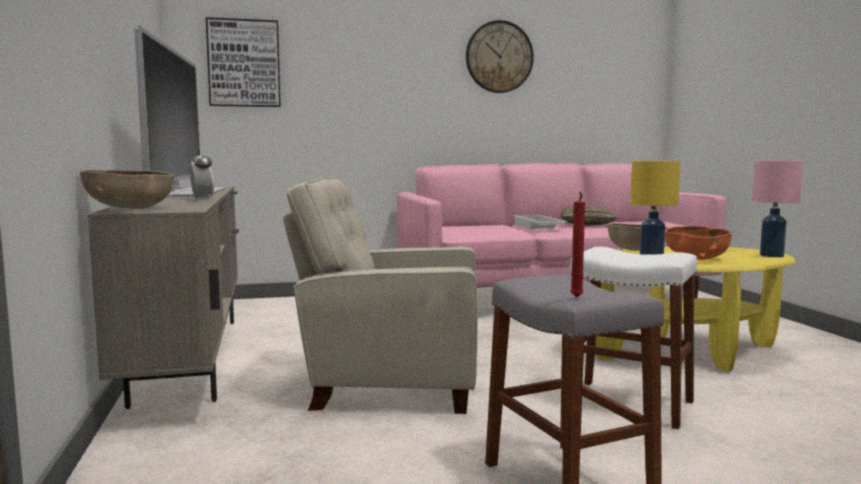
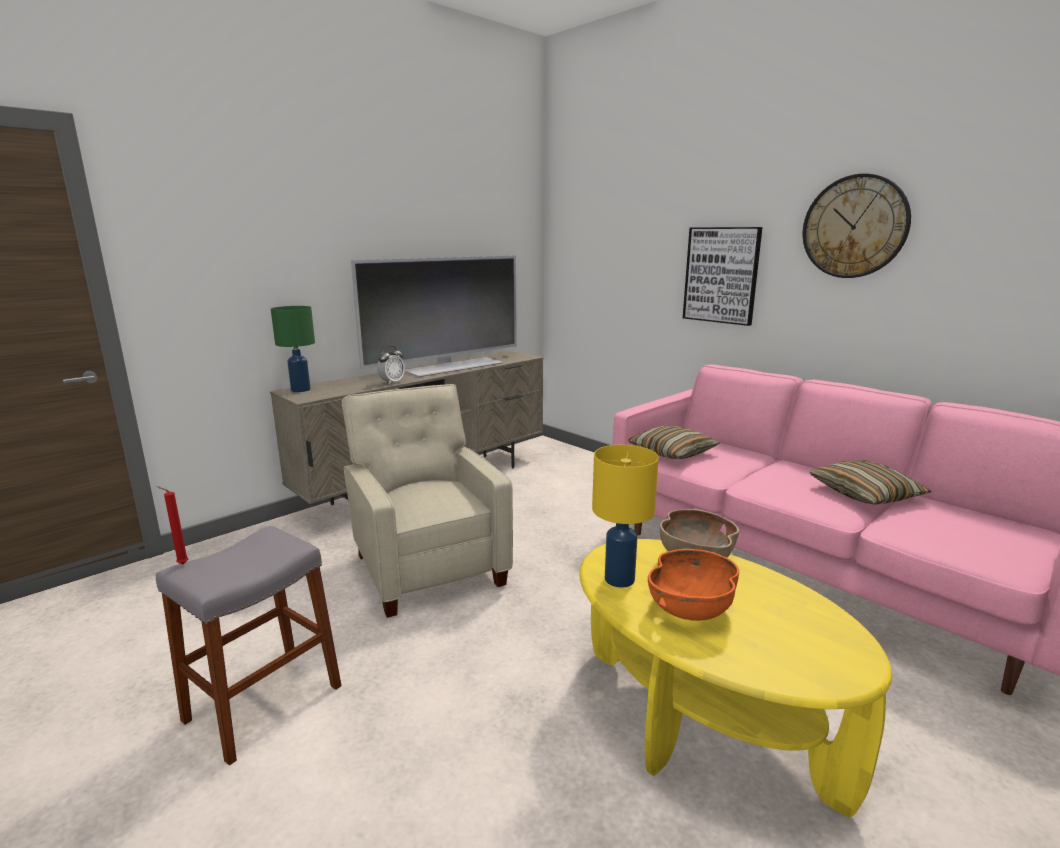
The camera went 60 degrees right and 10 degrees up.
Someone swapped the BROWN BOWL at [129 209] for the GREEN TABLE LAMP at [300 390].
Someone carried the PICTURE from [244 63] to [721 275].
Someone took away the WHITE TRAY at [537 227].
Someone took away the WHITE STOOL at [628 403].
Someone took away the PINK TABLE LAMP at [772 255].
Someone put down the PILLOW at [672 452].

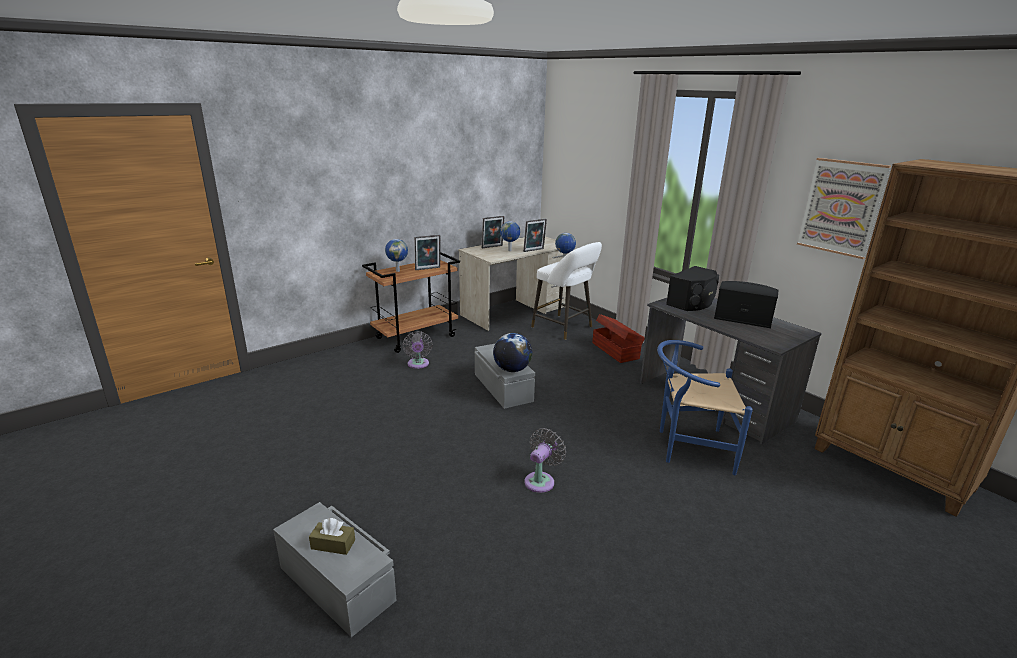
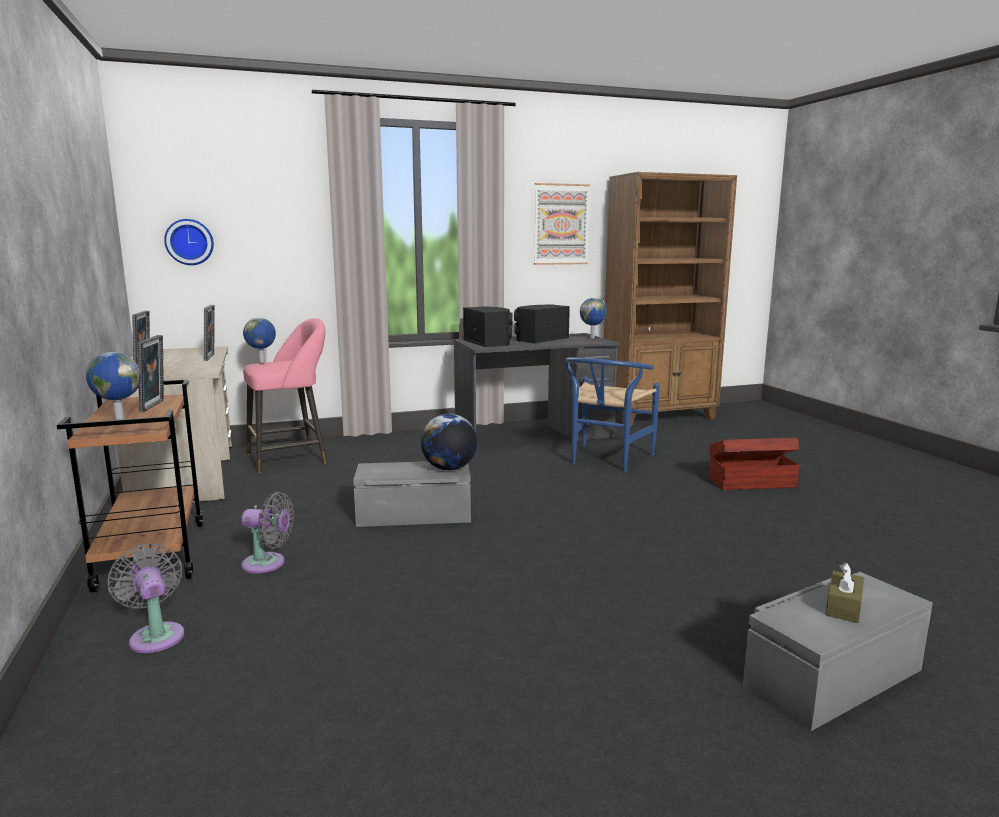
The camera went 70 degrees left and 10 degrees down.
Someone carried the GLOBE from [510 250] to [592 338].
Someone carried the GREY FAN from [541 480] to [156 635].
Someone repainted the WHITE STOOL at [564 328], which became the PINK STOOL at [291 458].
Someone carried the BROWN STORAGE BOX from [615 350] to [750 482].
Someone put up the WALL CLOCK at [189 242].

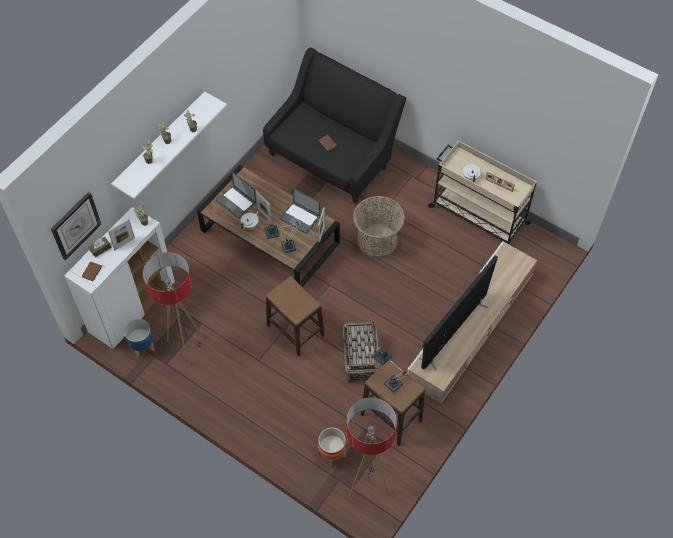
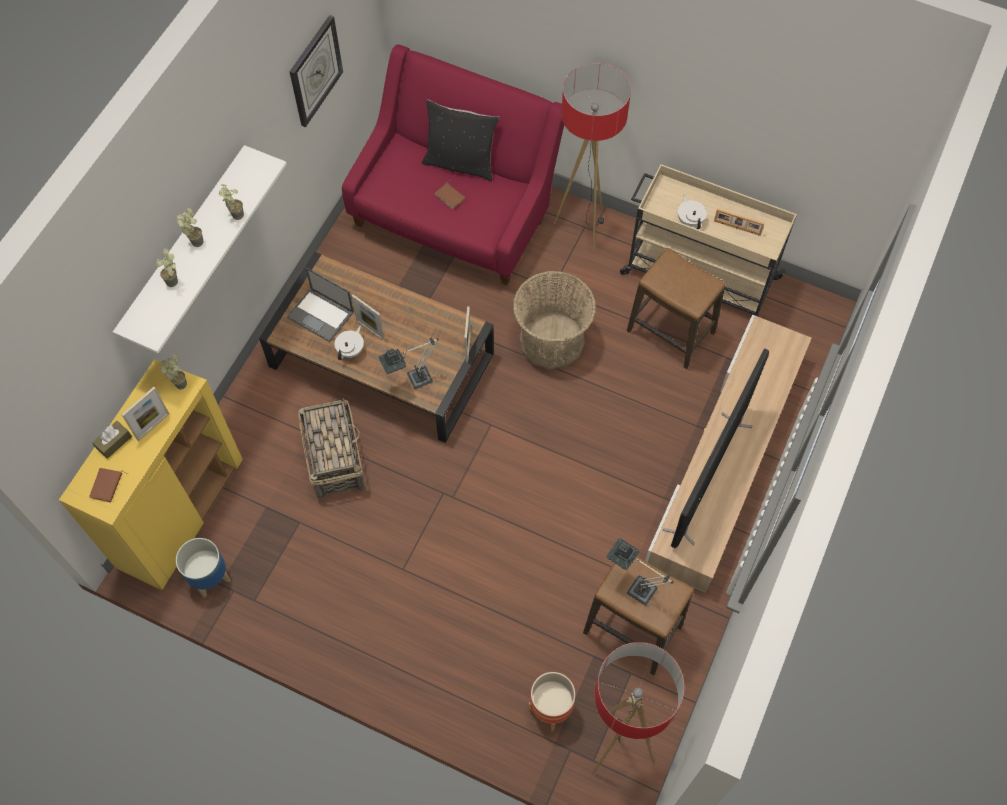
The camera went 10 degrees left and 5 degrees up.
Someone carried the WALL CLOCK from [75 225] to [315 71].
Someone repainted the WHITE CABINET at [132 307], which became the YELLOW CABINET at [180 513].
Someone carried the FLOOR LAMP from [186 347] to [583 228].
Someone repainted the BLACK SOFA at [332 156], which became the RED SOFA at [454 213].
Someone carried the STOOL from [295 330] to [670 332].
Someone took away the LAPTOP at [300 217].
Someone carried the BASKET from [360 359] to [335 459].
Someone put down the BLACK PILLOW at [460 162].

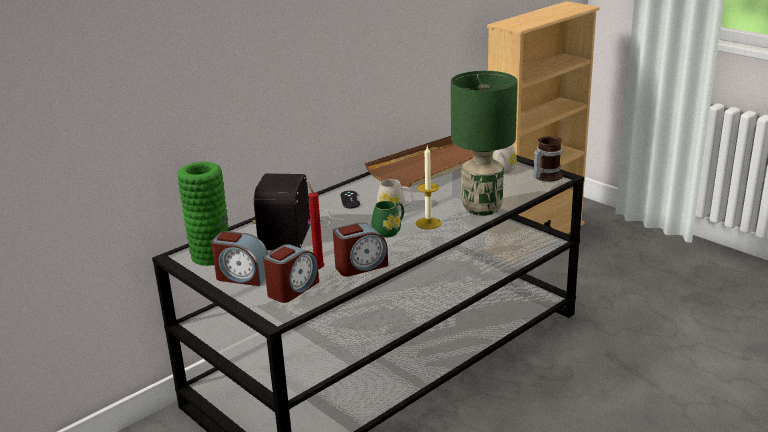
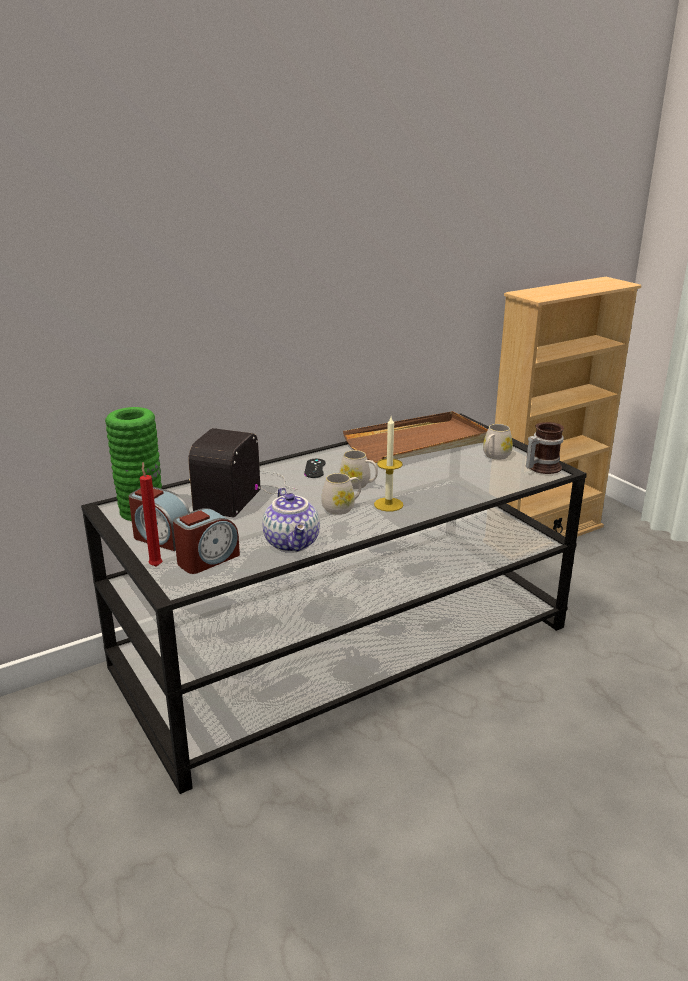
The camera went 10 degrees right and 0 degrees up.
Someone carried the RED CANDLE from [318 268] to [156 565].
Someone swapped the ALARM CLOCK at [361 266] for the TEAPOT at [293 543].
Someone repainted the GREEN MUG at [389 231], which became the WHITE MUG at [342 508].
Someone took away the GREEN TABLE LAMP at [482 208].

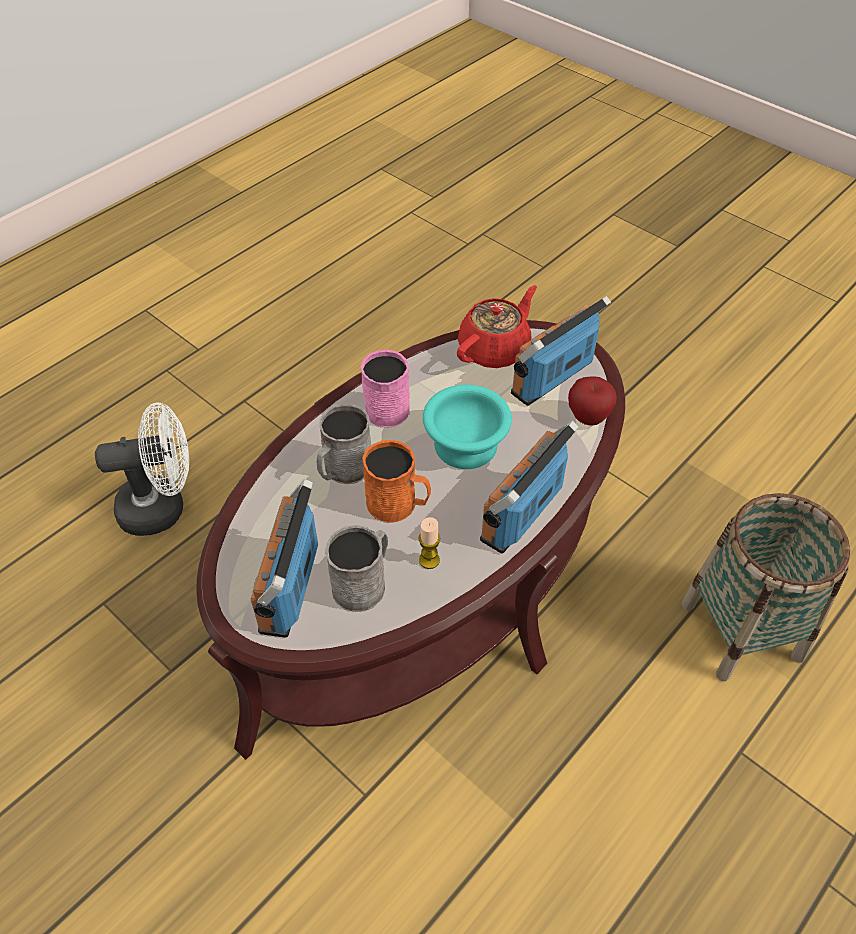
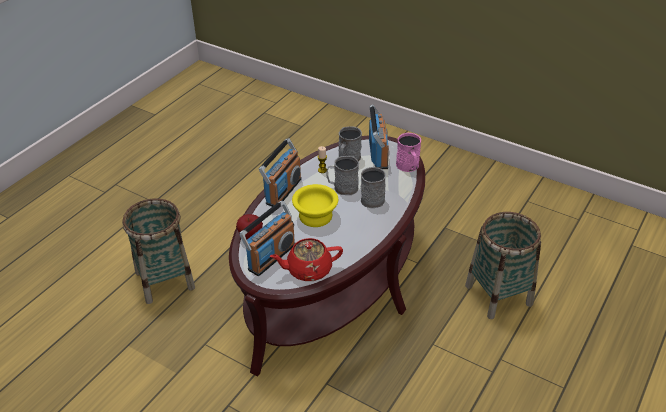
The camera went 170 degrees right and 10 degrees down.
Someone swapped the WHITE FAN at [163 507] for the BASKET at [498 295].
Someone carried the PINK MUG from [386 405] to [408 167].
Someone repainted the ORANGE MUG at [398 504], which became the GREY MUG at [342 188].
Someone repainted the TURQUOISE BOWL at [468 446], which became the YELLOW BOWL at [314 216].
Someone rotated the RED TEAPOT at [495 349] by 45 degrees clockwise.

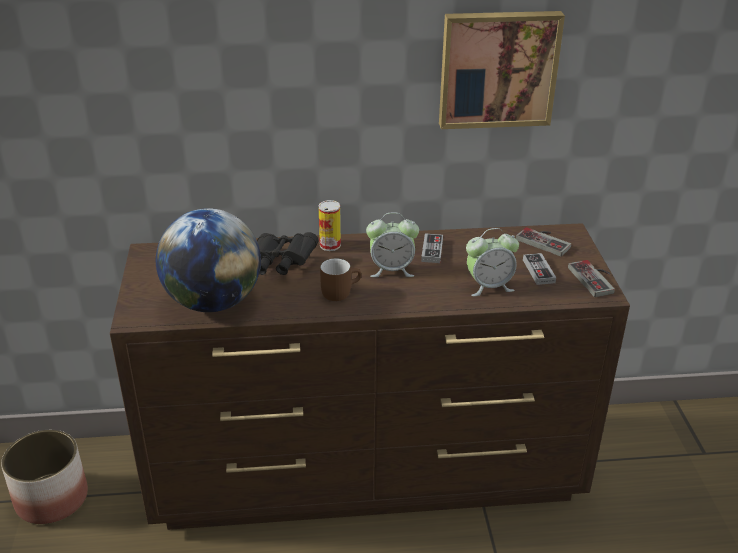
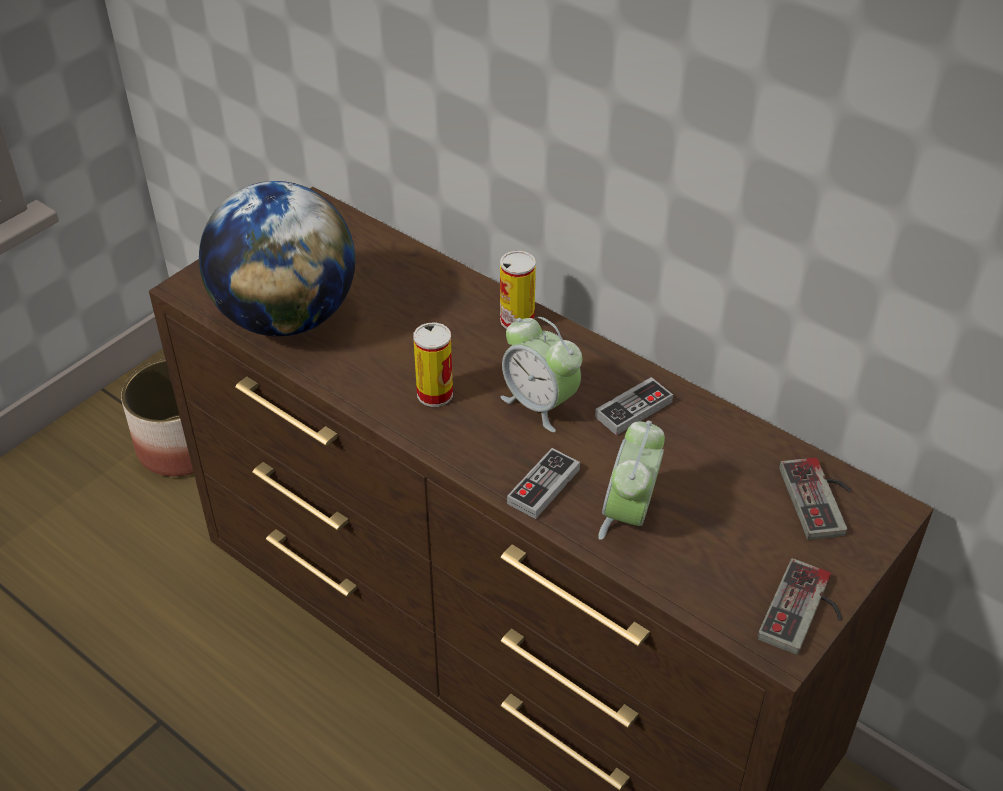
The camera went 45 degrees right and 10 degrees up.
Someone took away the BLACK BINOCULARS at [281 264].
Someone swapped the BROWN MUG at [339 291] for the CAN at [435 394].
Someone took away the PICTURE at [497 68].
Someone rotated the ALARM CLOCK at [489 286] by 75 degrees clockwise.
Someone carried the GAME CONTROLLER from [538 271] to [543 486].

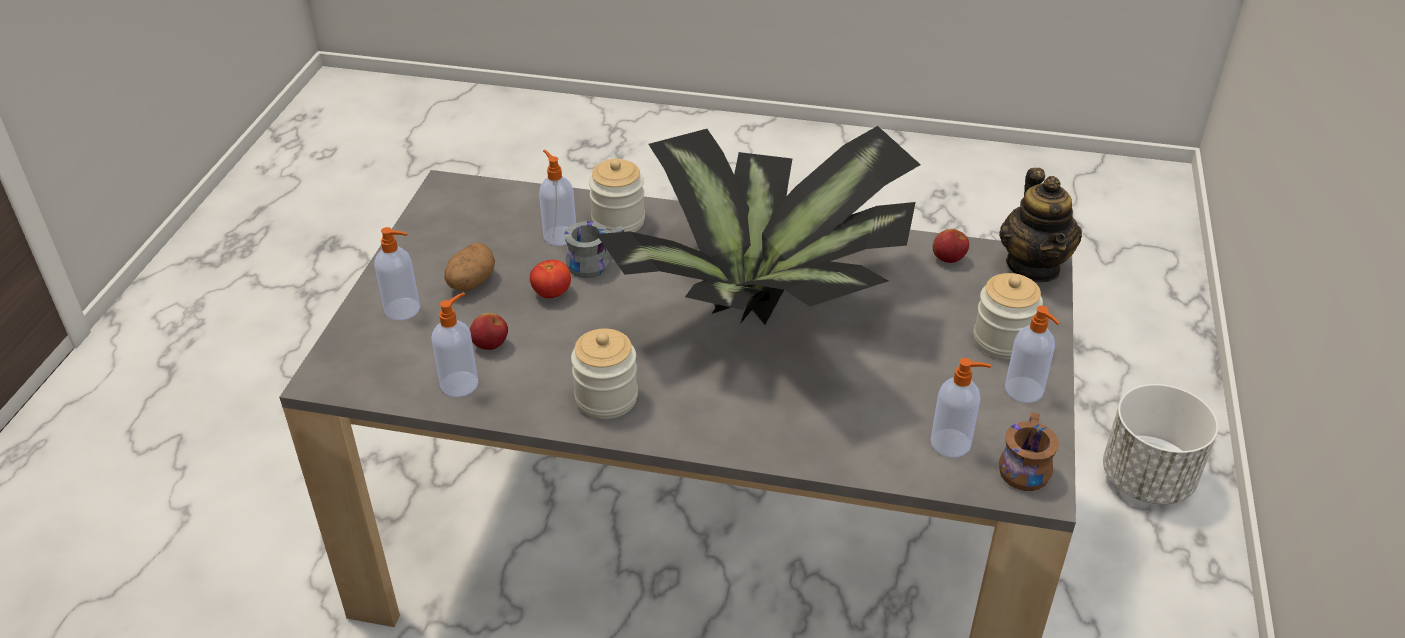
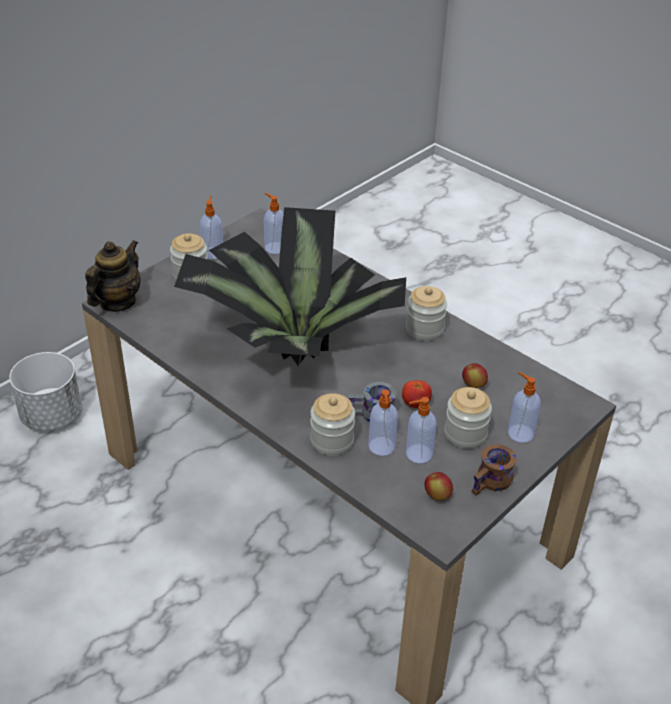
The camera went 150 degrees left and 0 degrees up.
Someone carried the SOAP DISPENSER from [460 383] to [418 454].
Someone swapped the POTATO at [470 283] for the JAR at [465 434].
Someone carried the APPLE from [948 259] to [437 496].
Someone carried the BROWN MUG from [1021 465] to [493 483].

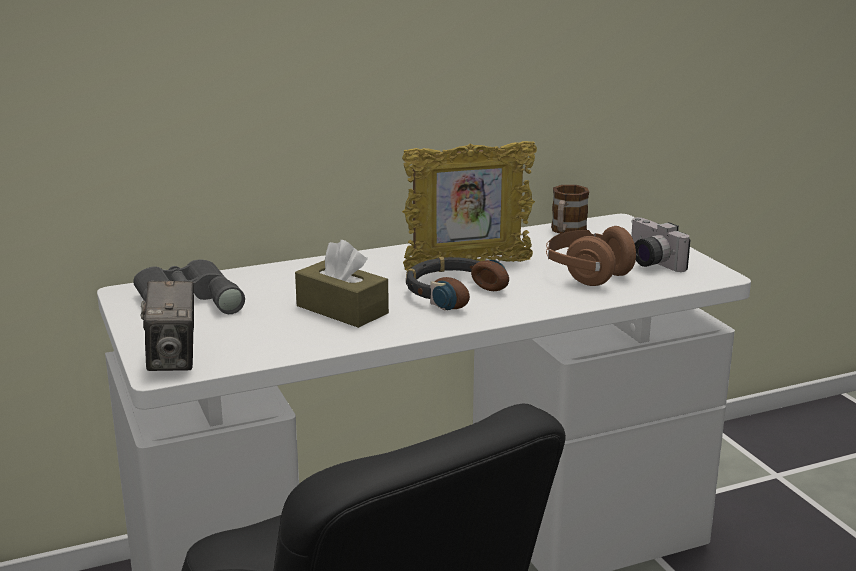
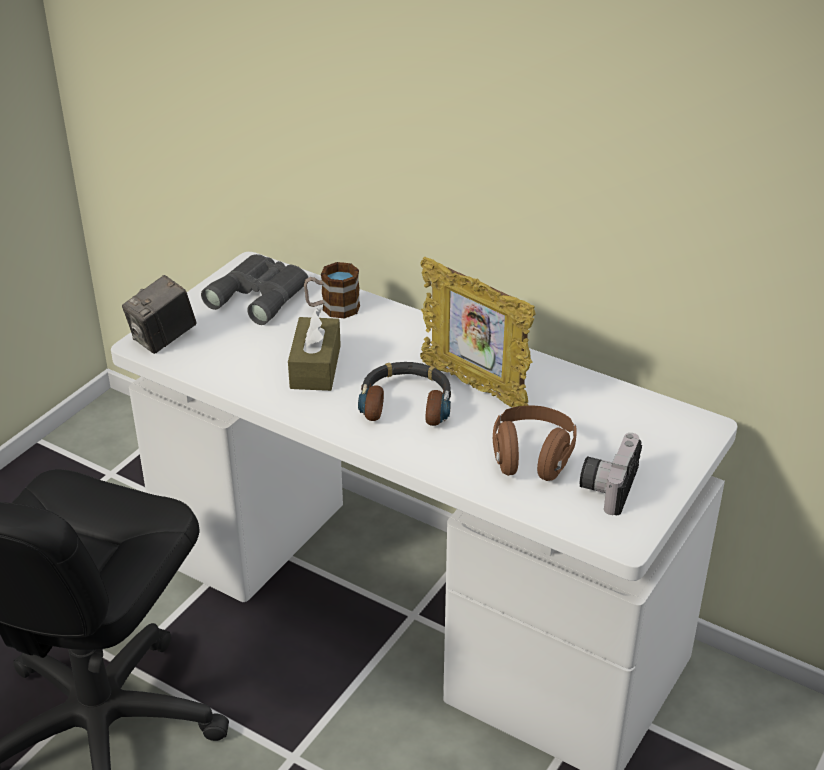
The camera went 55 degrees right and 15 degrees up.
Someone carried the MUG from [566 231] to [332 309].

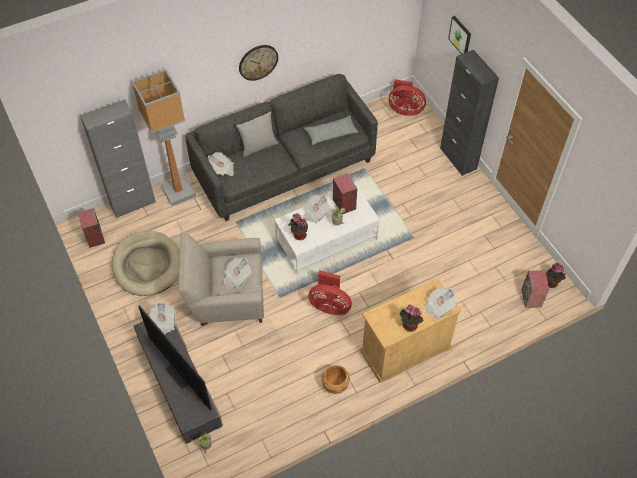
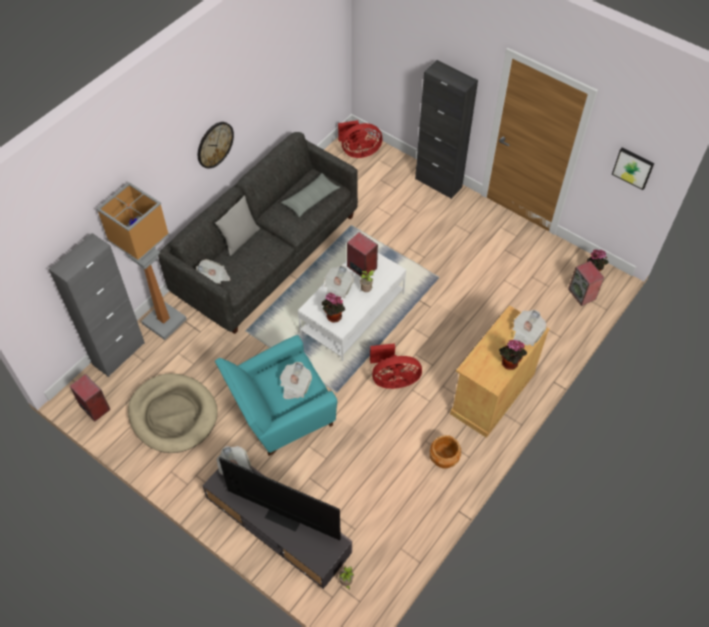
The camera went 25 degrees left and 0 degrees up.
Someone repainted the BEIGE ARMCHAIR at [226 298], which became the TURQUOISE ARMCHAIR at [280 415].
Someone carried the PICTURE from [460 36] to [633 167].

